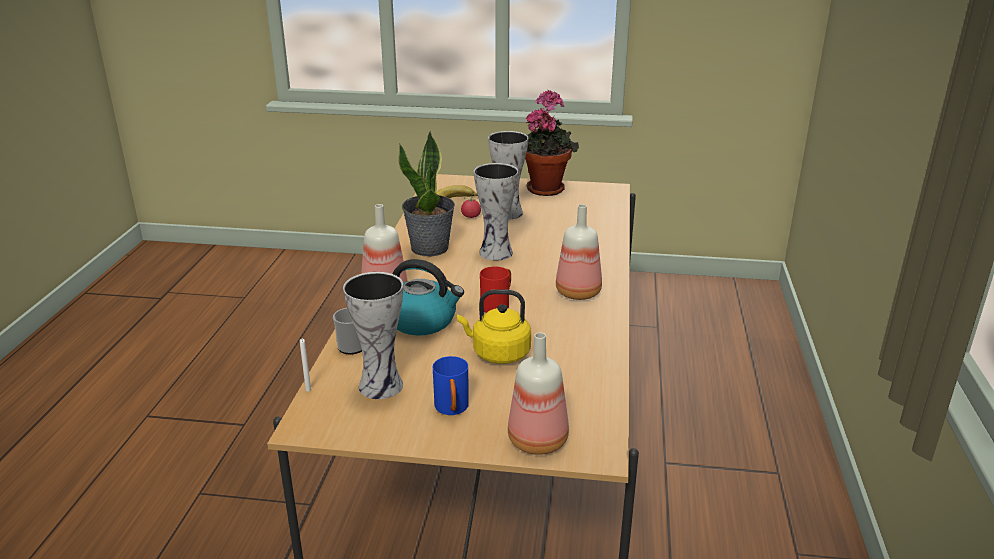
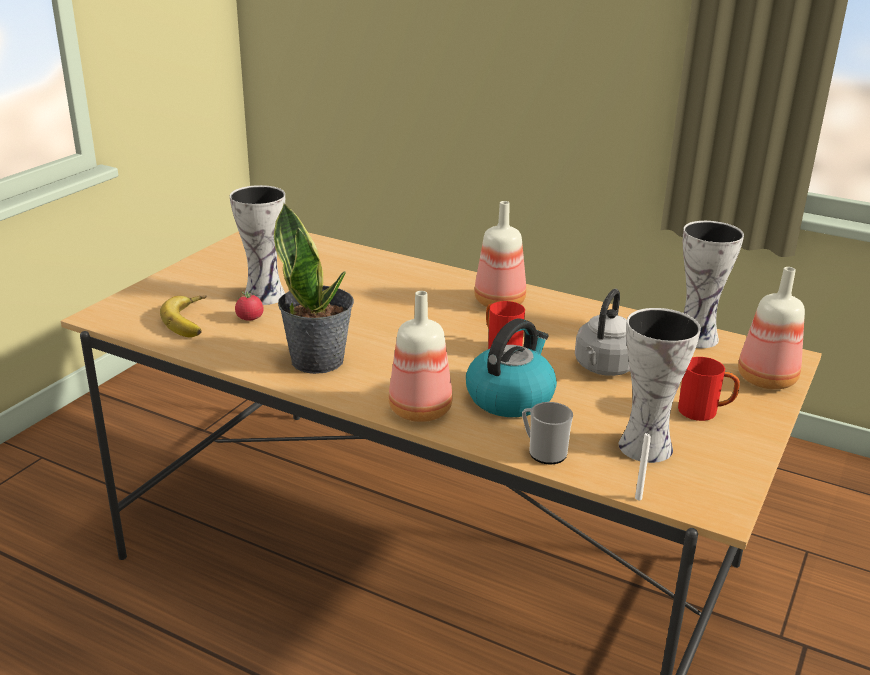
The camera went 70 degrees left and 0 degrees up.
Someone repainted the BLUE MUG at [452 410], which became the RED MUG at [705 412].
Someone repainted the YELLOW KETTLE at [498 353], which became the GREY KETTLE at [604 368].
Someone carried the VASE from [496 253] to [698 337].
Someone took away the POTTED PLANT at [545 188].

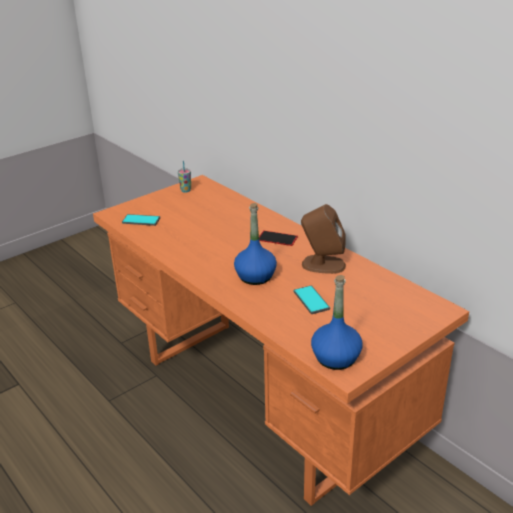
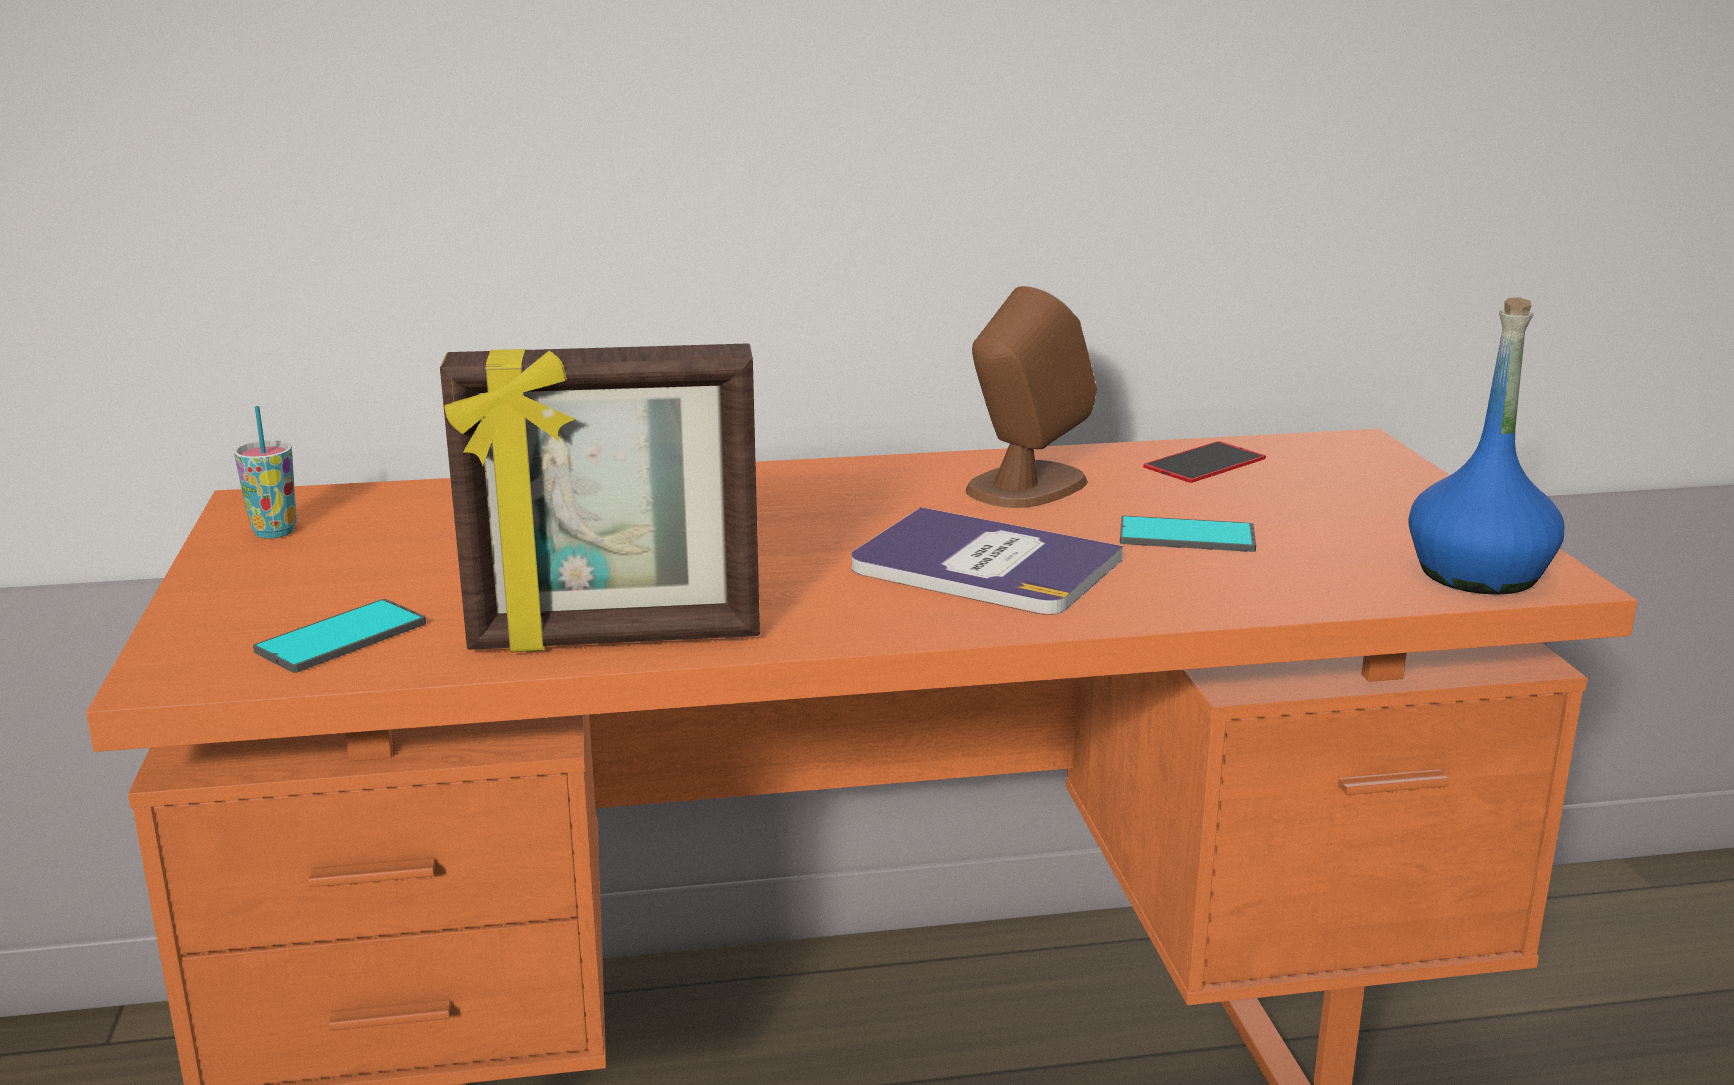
The camera went 60 degrees left and 10 degrees down.
Someone swapped the BLUE BOTTLE at [255 276] for the BOOK at [984 565].
Someone carried the PHONE from [277 238] to [1204 463].
Someone put down the PICTURE FRAME at [615 639].

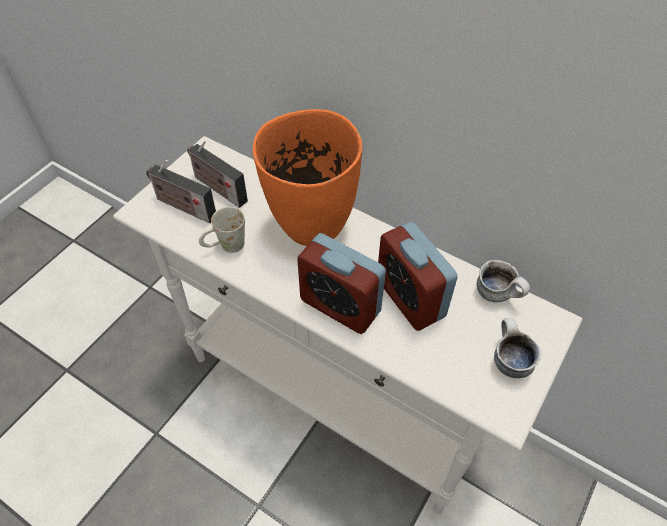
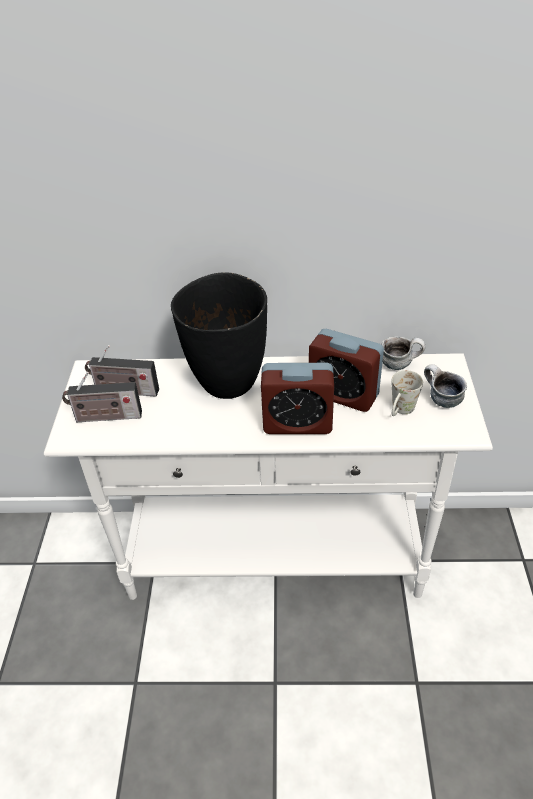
The camera went 30 degrees left and 10 degrees down.
Someone carried the WHITE MUG from [225 246] to [400 411].
Someone repainted the ORANGE VASE at [311 227], which became the BLACK VASE at [228 383].

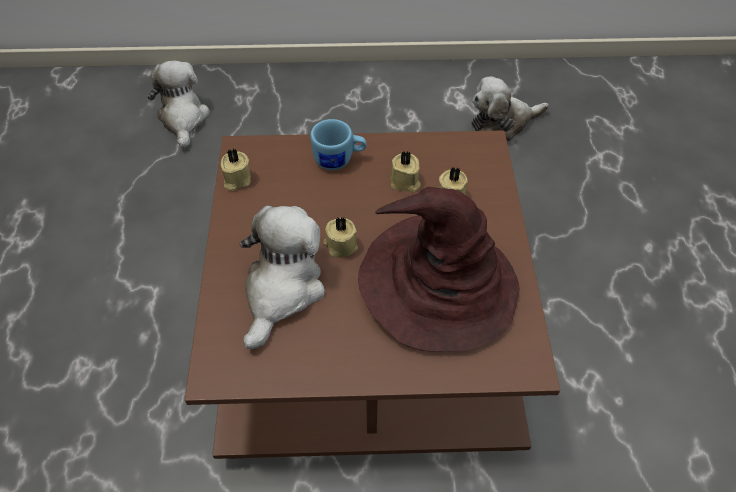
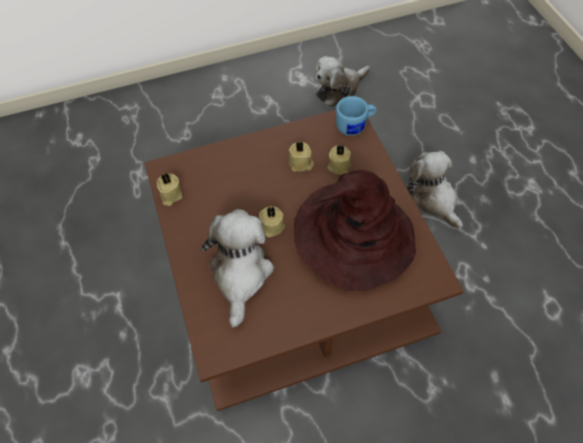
The camera went 15 degrees left and 5 degrees up.
Someone carried the PLUSH TOY from [183 118] to [433 199].
Someone carried the BLUE MUG from [339 160] to [355 126].

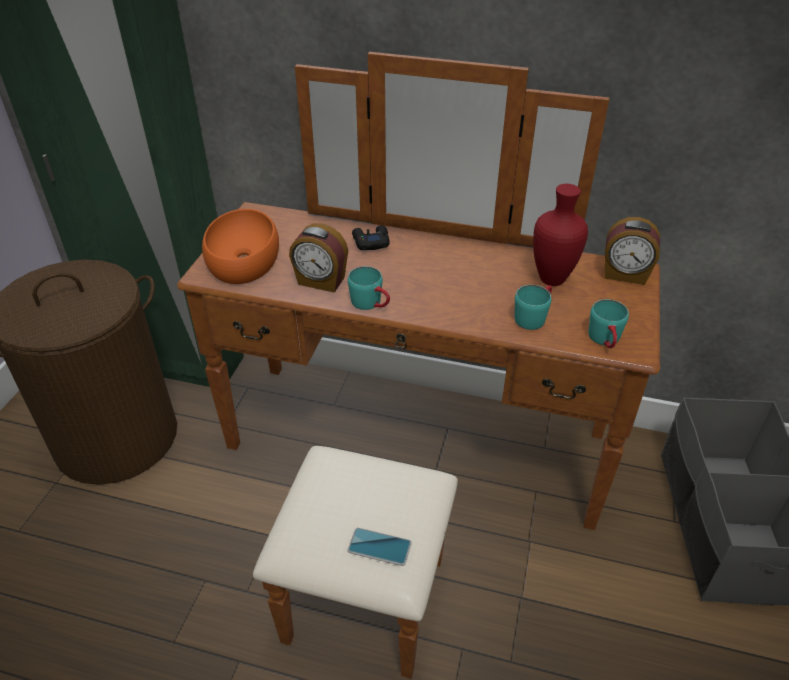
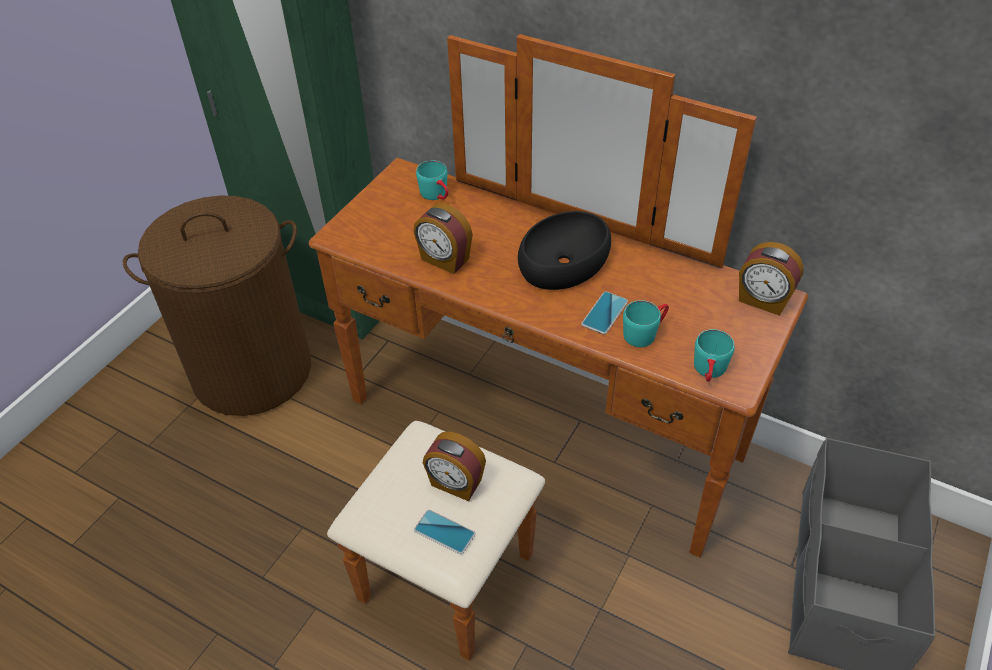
The camera went 15 degrees right and 5 degrees up.
Someone took away the ORANGE BOWL at [244 258].
Someone carried the TURQUOISE MUG from [371 304] to [437 195].
Someone took away the BLACK GAME CONTROLLER at [370 242].
Someone took away the RED VASE at [552 280].
Someone put down the ALARM CLOCK at [455 484].
Someone put down the BLACK BOWL at [563 261].
Someone put down the PHONE at [604 313].

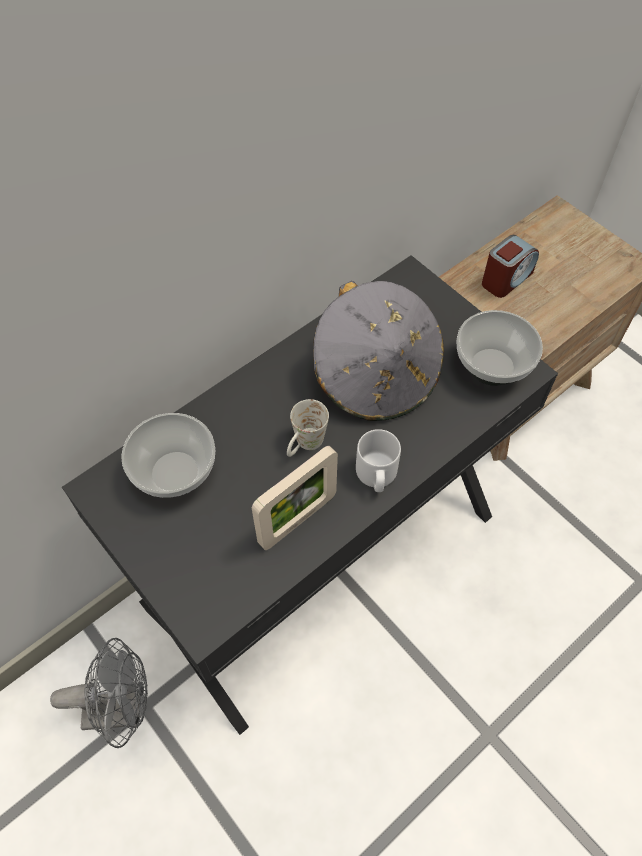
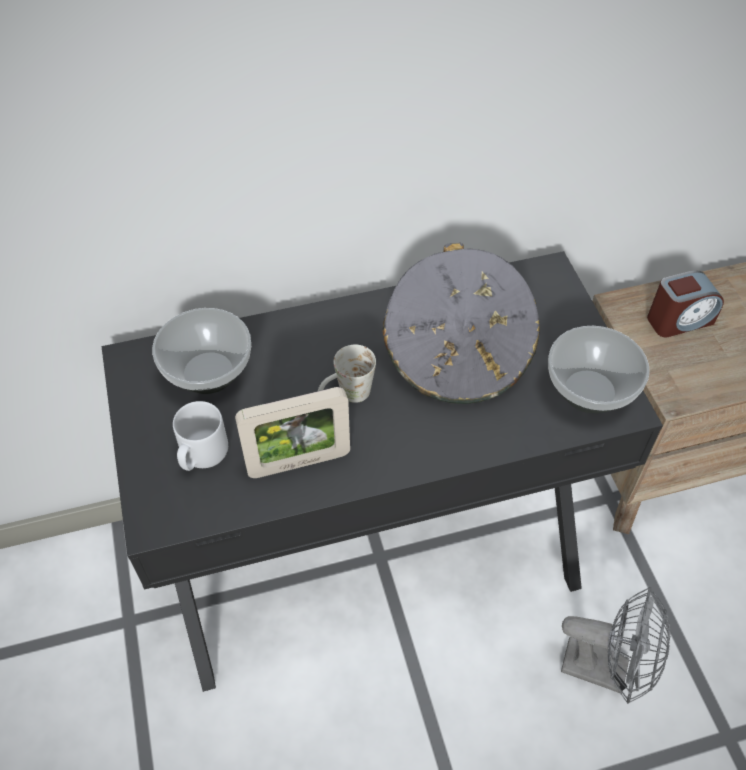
The camera went 25 degrees right and 5 degrees down.
Someone carried the GREY FAN from [122 709] to [605 669].
Someone carried the GREY MUG from [376 475] to [201 454].

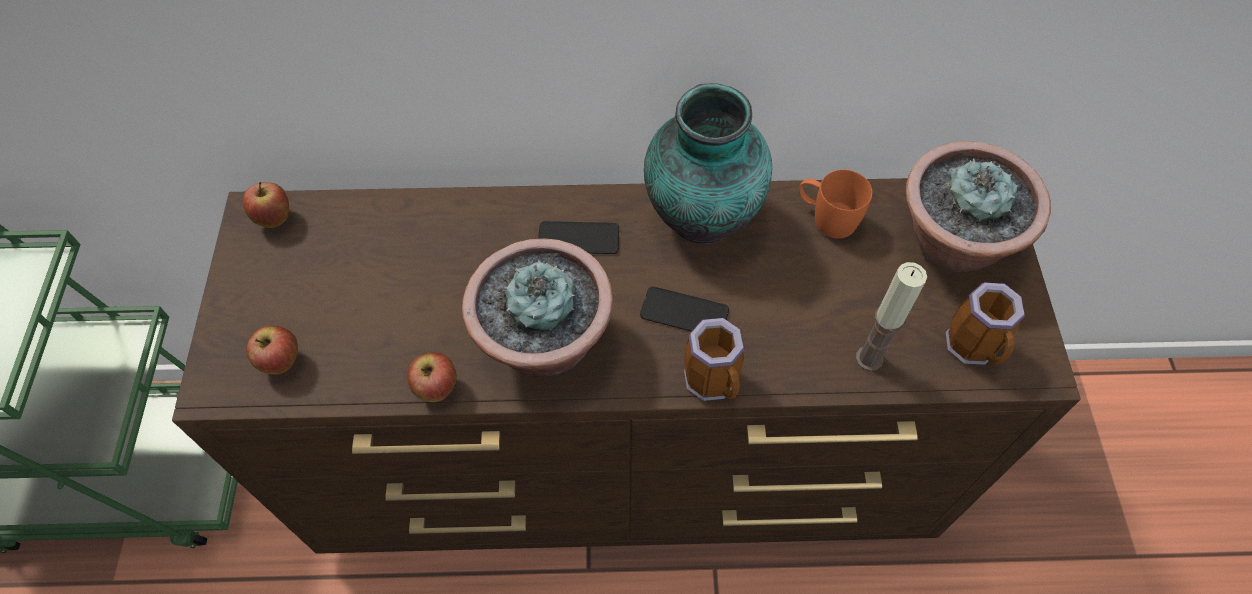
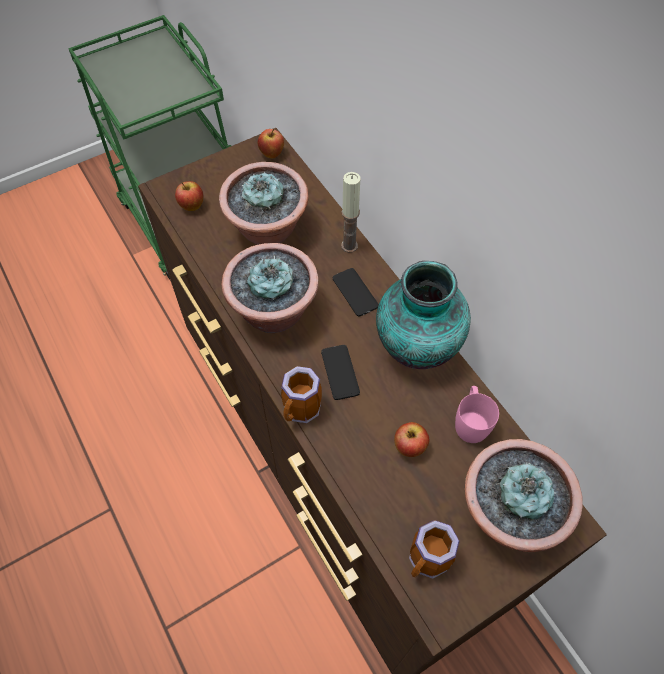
The camera went 60 degrees right and 0 degrees up.
Someone carried the APPLE from [437 389] to [409 447].
Someone repainted the ORANGE MUG at [826 217], which became the PINK MUG at [471 421].
Someone carried the CANDLE from [869 358] to [349 246].
Someone put down the POTTED PLANT at [268 230].

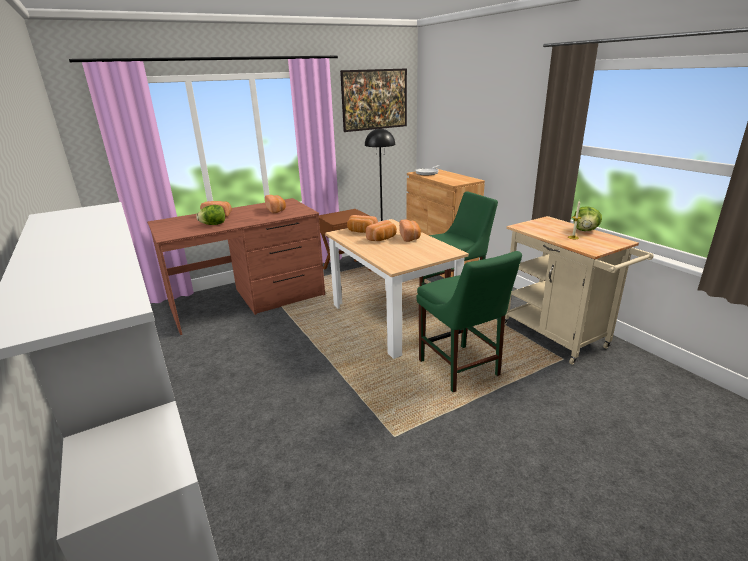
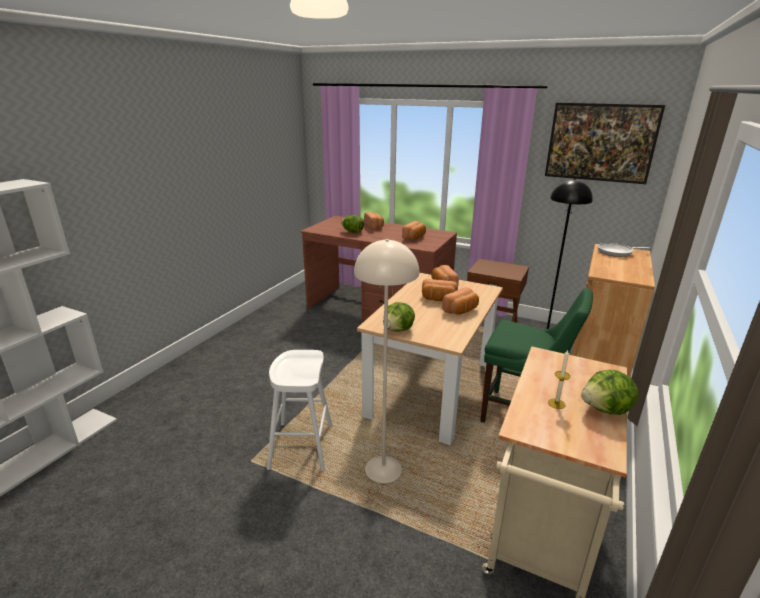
The camera went 55 degrees right and 0 degrees up.
Someone swapped the GREEN CHAIR at [460 370] for the BEIGE FLOOR LAMP at [383 469].
Someone put down the WHITE STOOL at [301 446].
Someone put down the LETTUCE at [398 330].

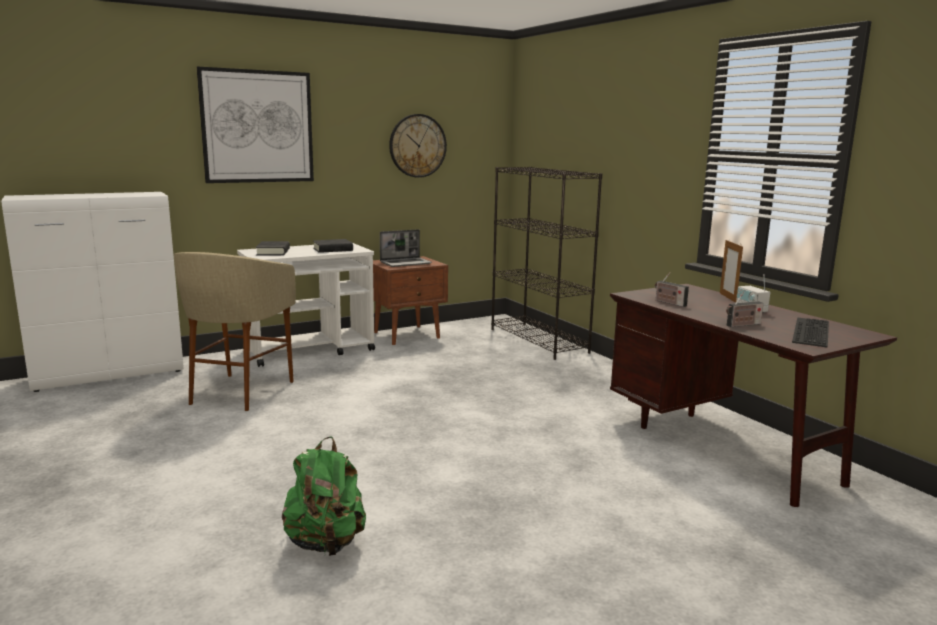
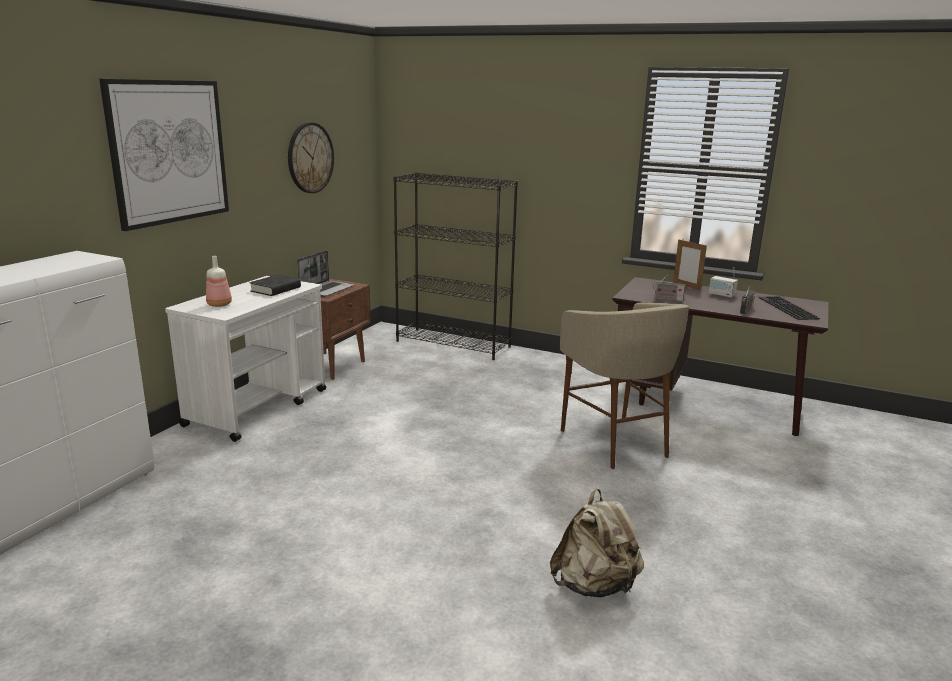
The camera went 35 degrees left and 5 degrees up.
Someone carried the BEIGE STOOL from [240 392] to [615 443].
Someone swapped the BLACK BOOK at [273 252] for the BOTTLE at [219 304].
Someone repainted the GREEN BACKPACK at [326 543], which became the BEIGE BACKPACK at [595 586].

